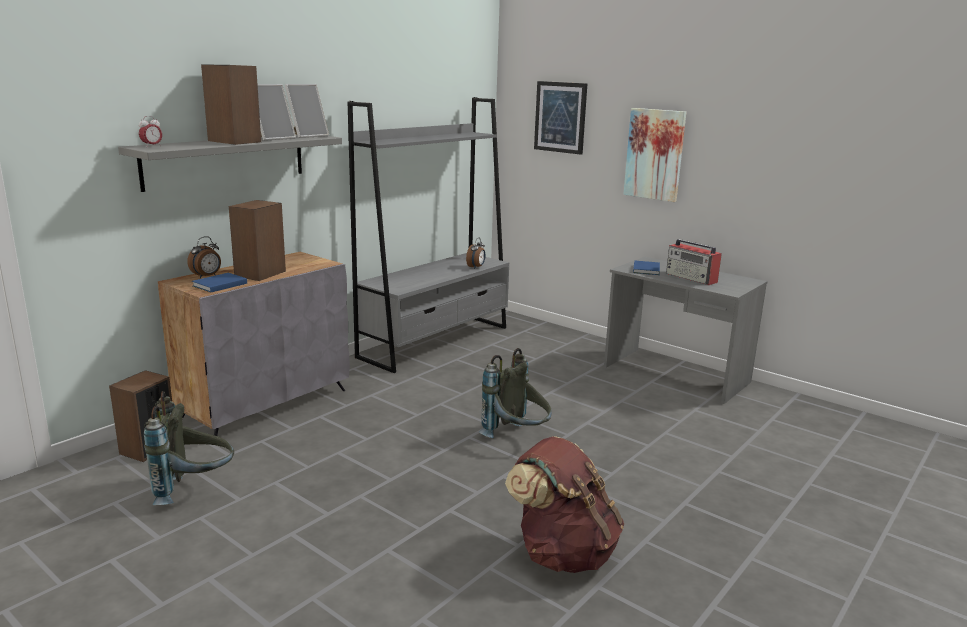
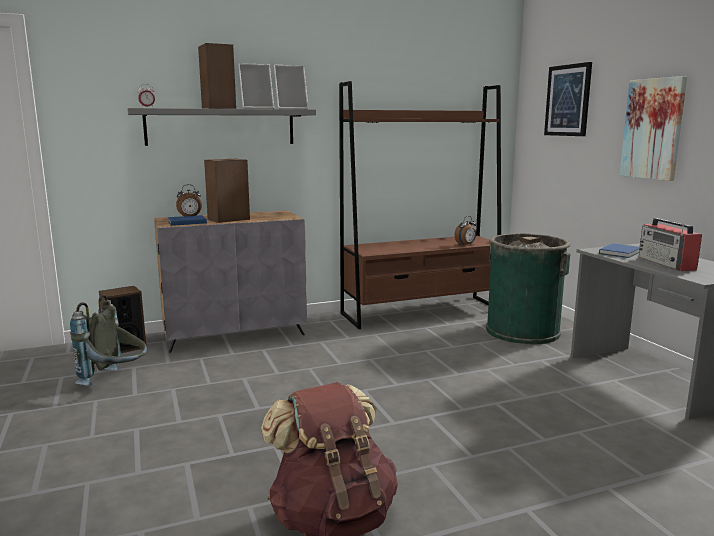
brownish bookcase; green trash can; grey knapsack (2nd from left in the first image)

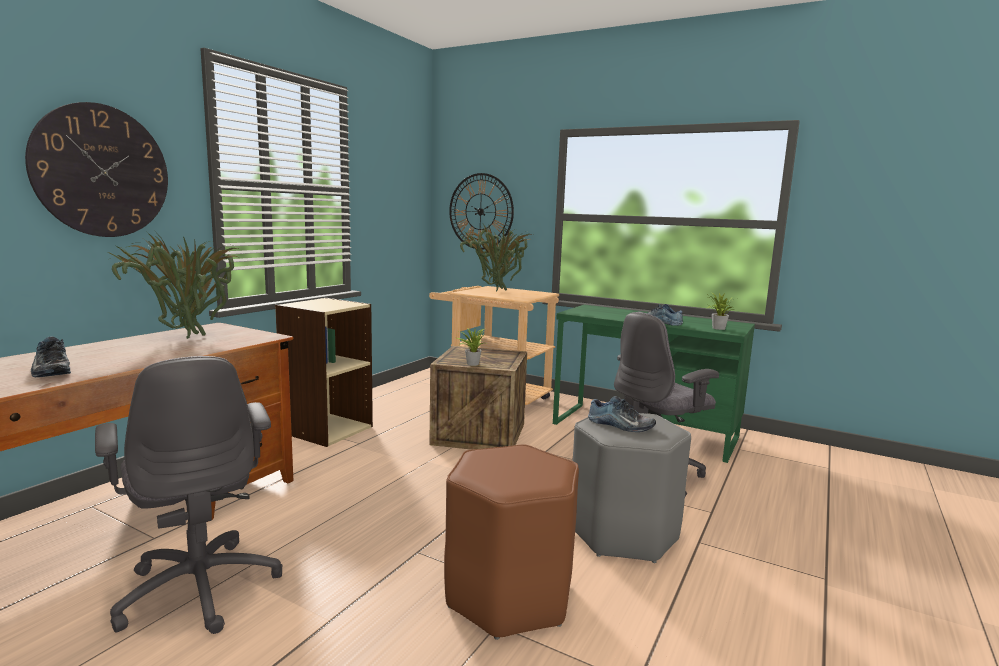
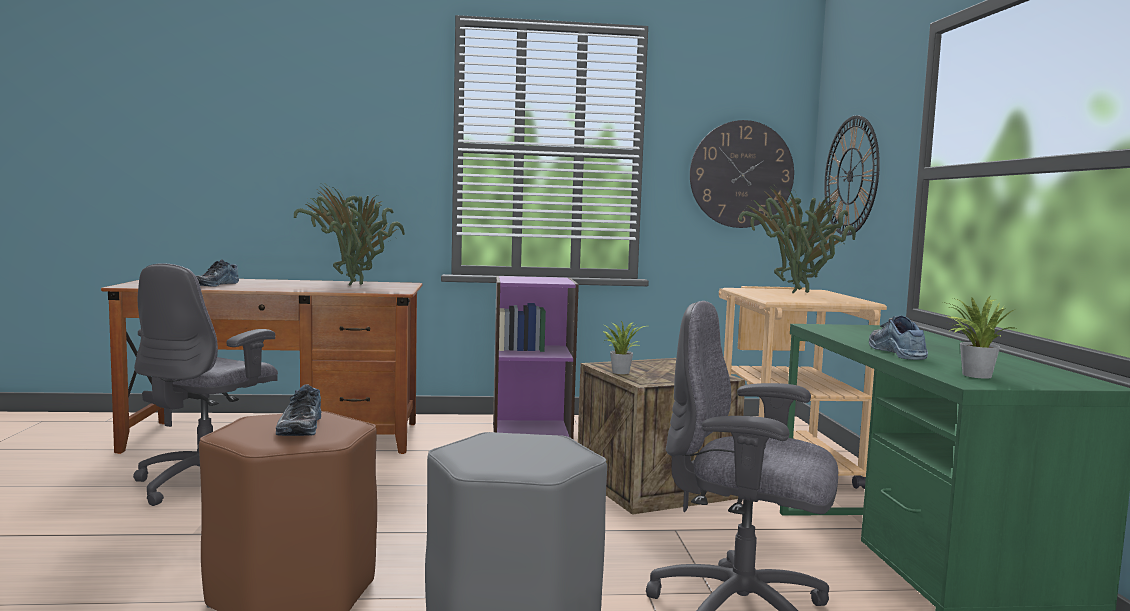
shoe (2nd from left); purple bookcase; clock on the wall (1st from left)

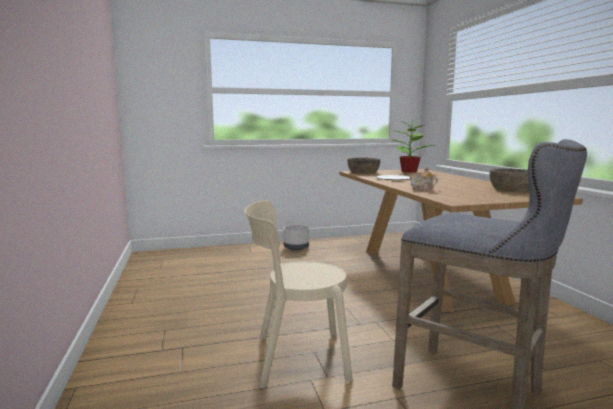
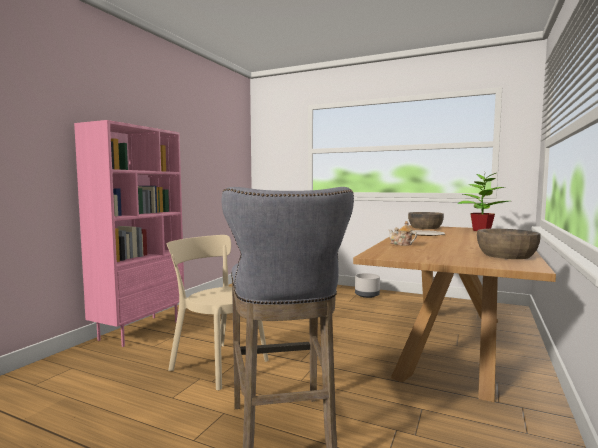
pink bookcase

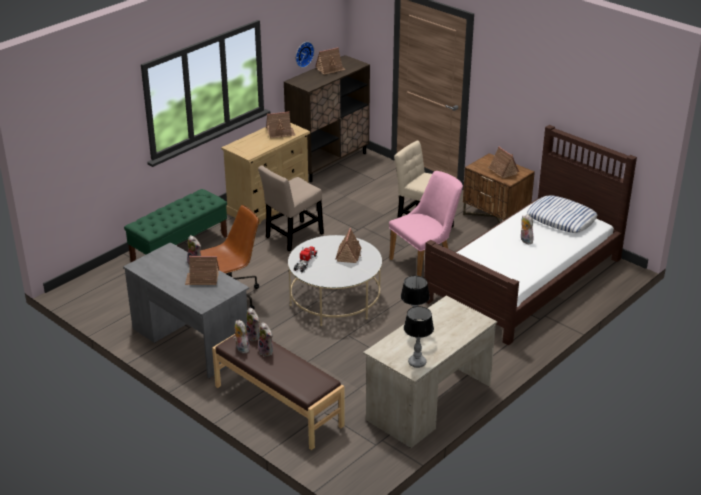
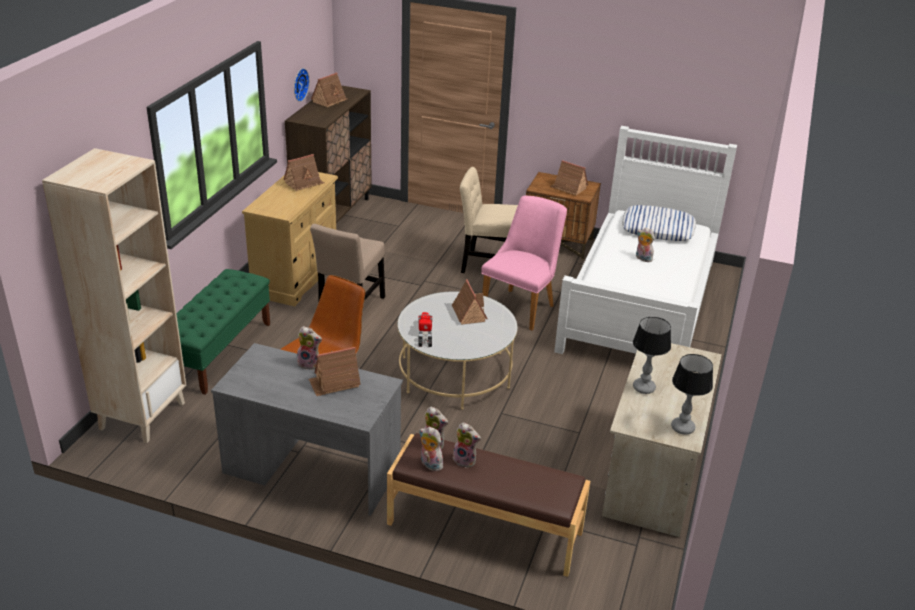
sand-coloured bookcase; whitish sleeping bed

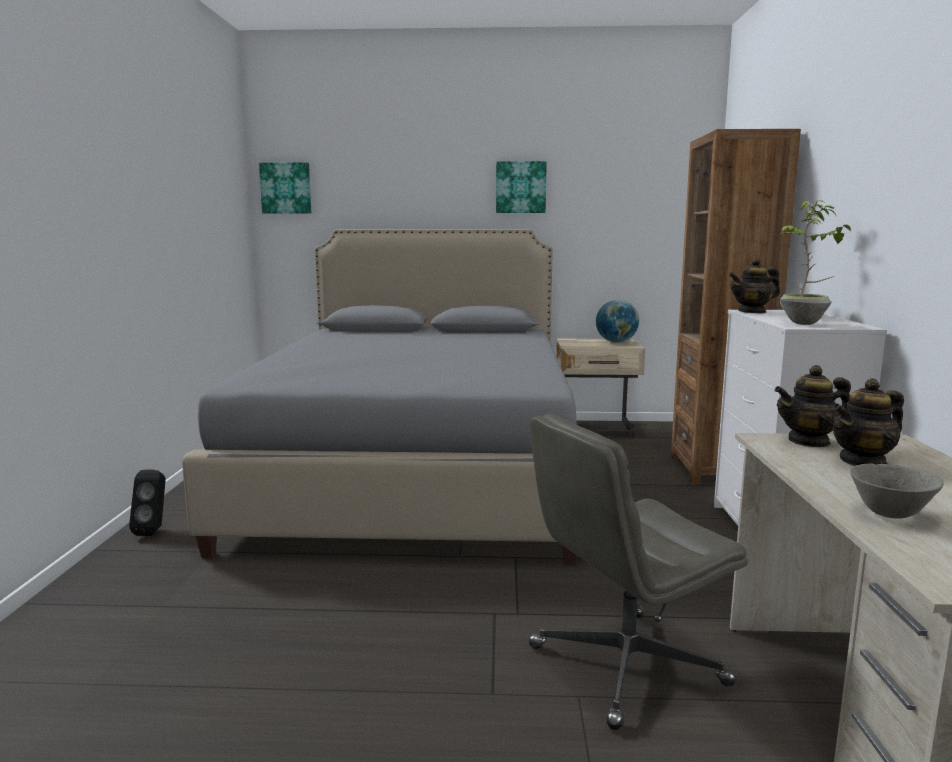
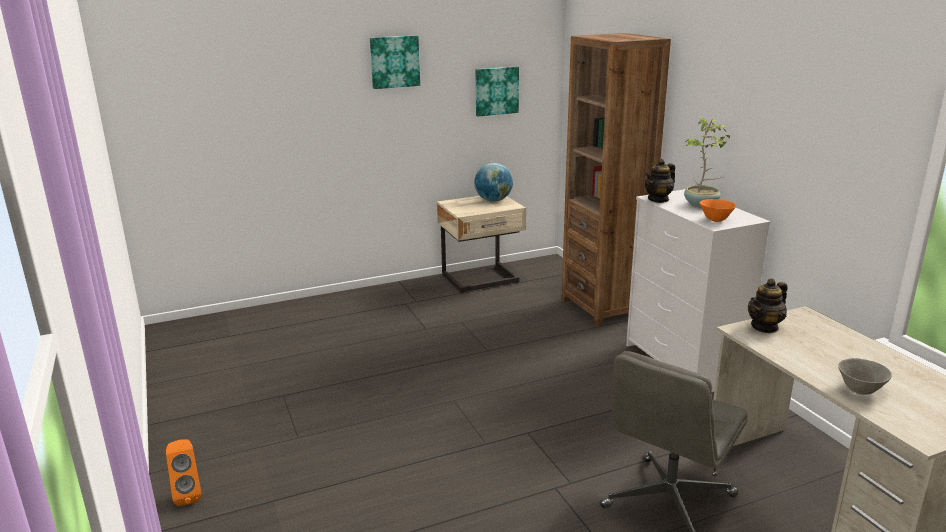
orange-coloured loudspeaker; wall picture (2nd from left); orange-coloured serving bowl; grey sleeping bed; teapot (3rd from left in the first image)

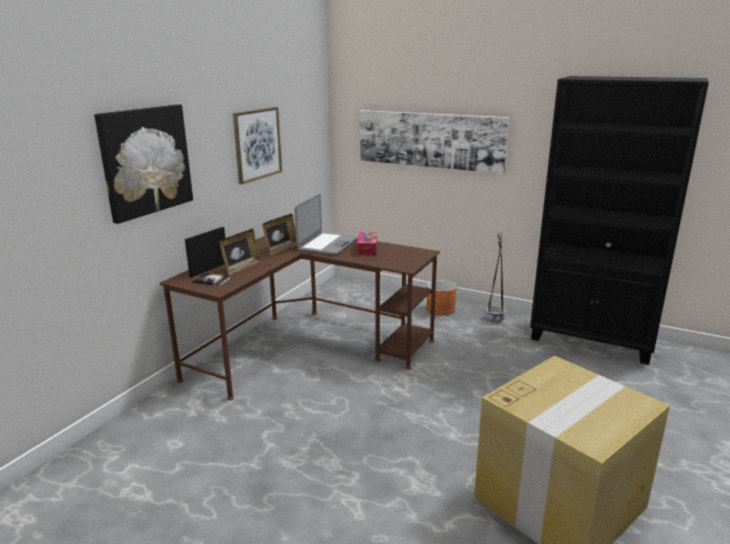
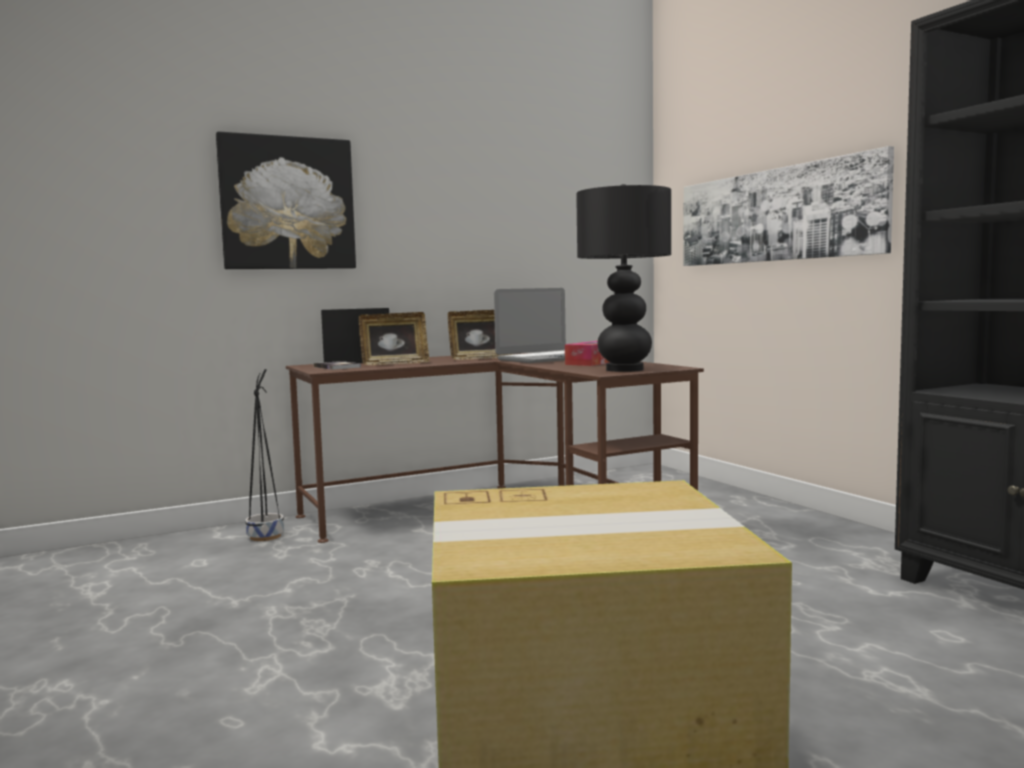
blackish flower pot; blackish table lamp; wall picture (2nd from left in the first image); orange-coloured flower pot

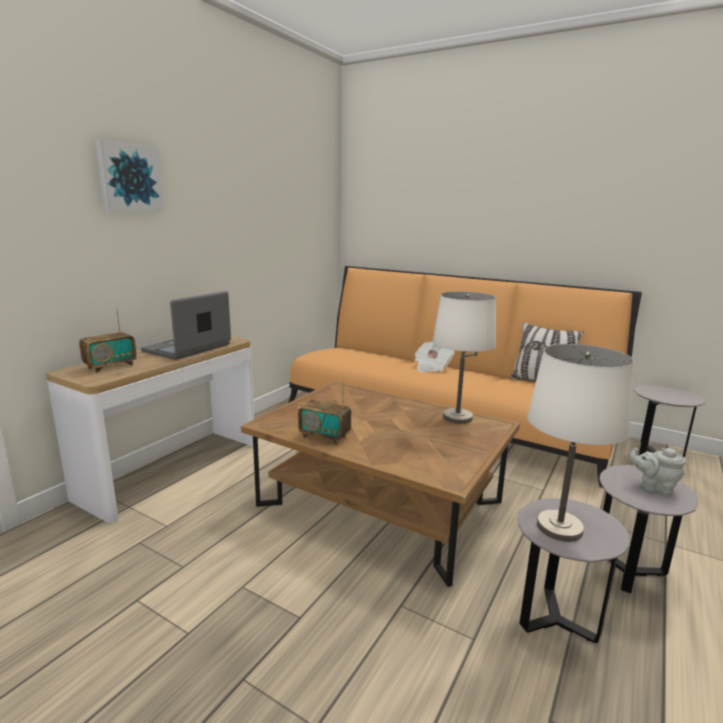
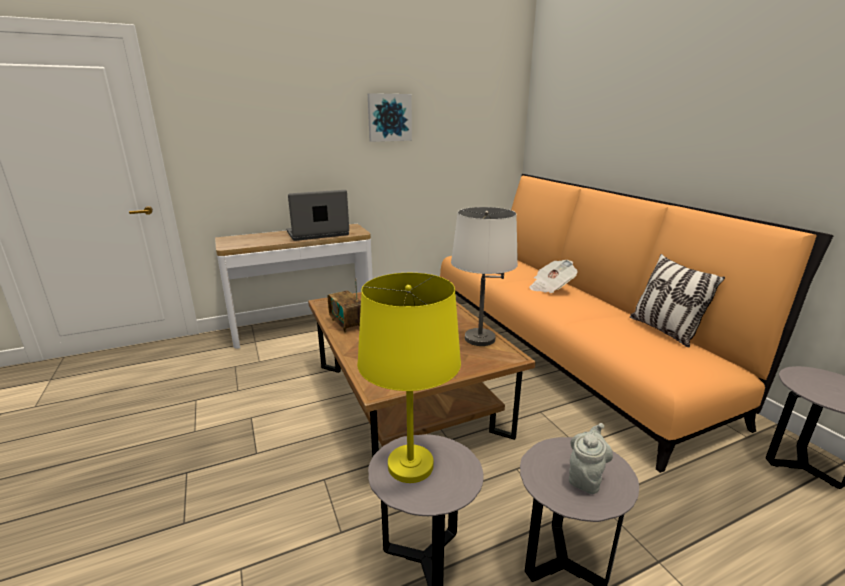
yellowish table lamp; wall picture; grey teapot; radio (1st from left in the first image)

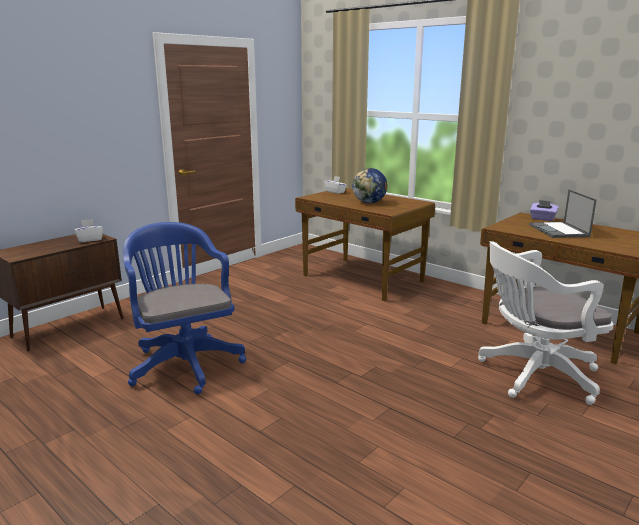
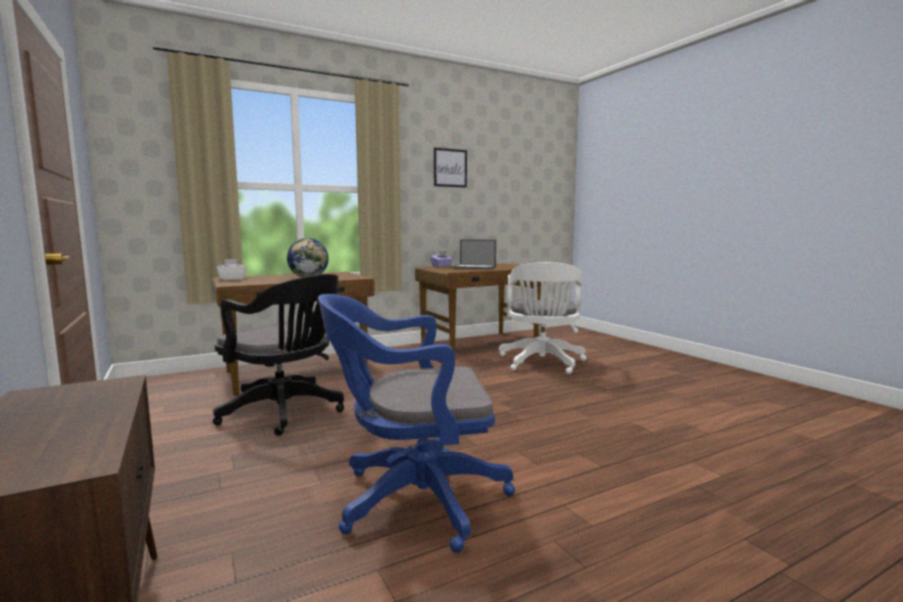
blackish computer chair; wall picture; whitish box of tissues (1st from left in the first image)

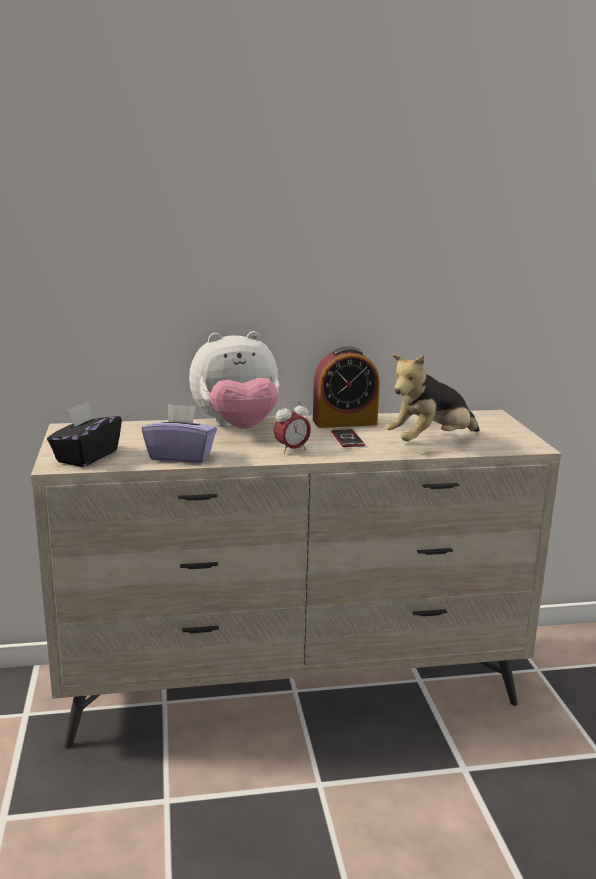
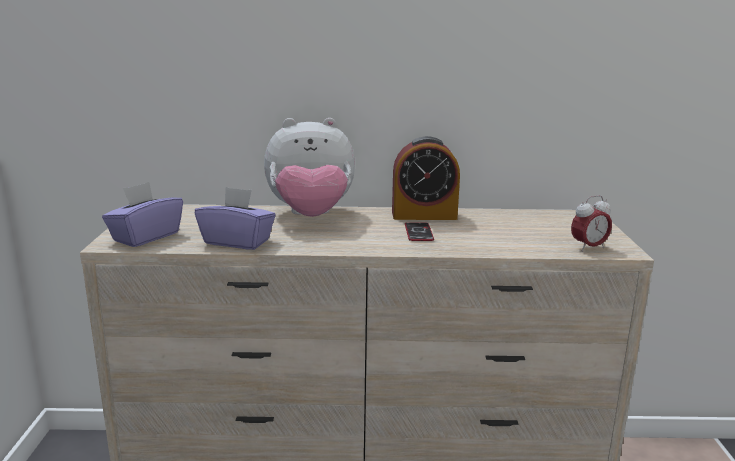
purple box of tissues (1st from left); table clock (2nd from left); soft toy (2nd from left in the first image)

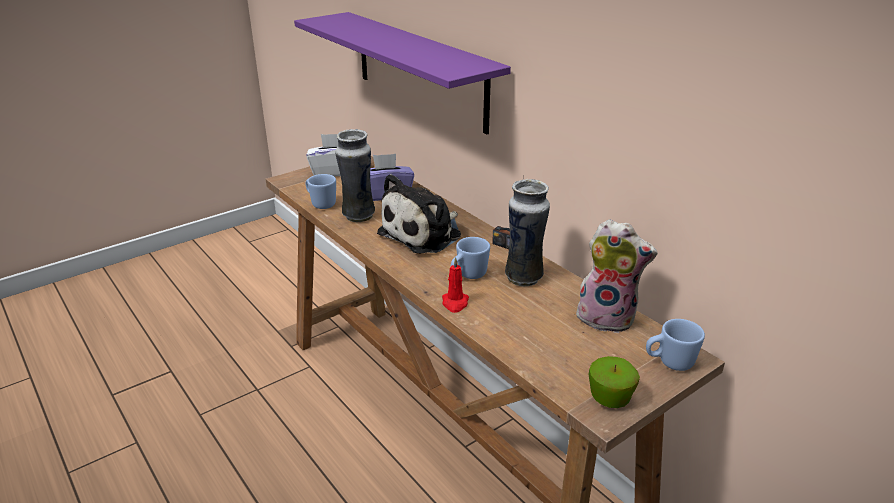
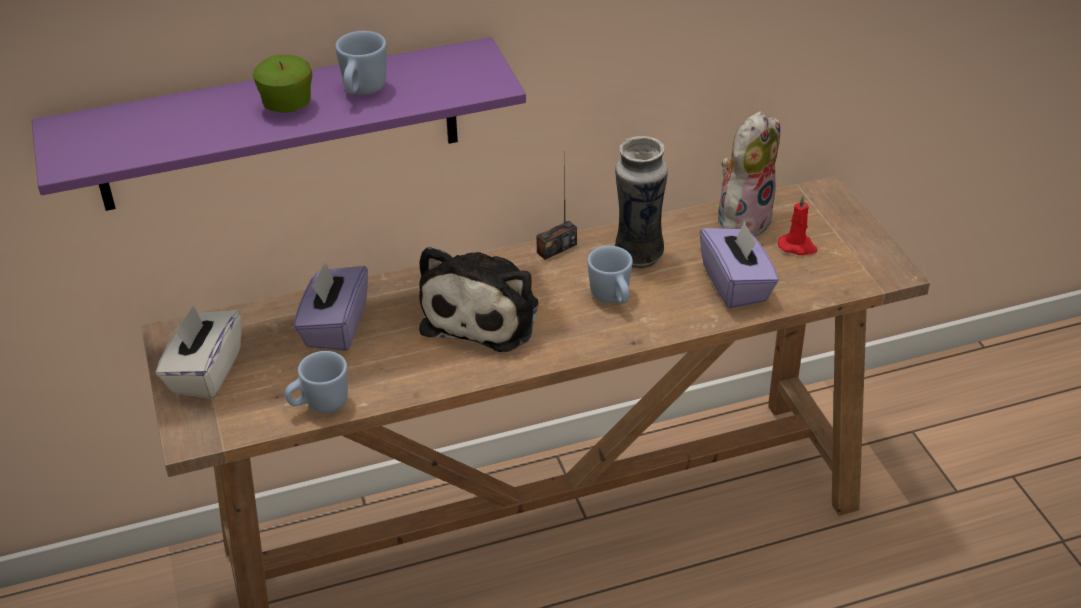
apple; blue-coloured mug (2nd from left); soft toy (1st from left); purple box of tissues (2nd from left); reddish candle; decorative vase (1st from left in the first image)

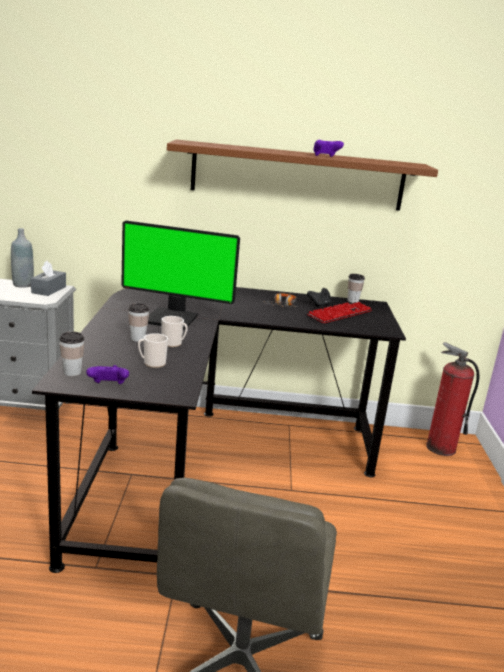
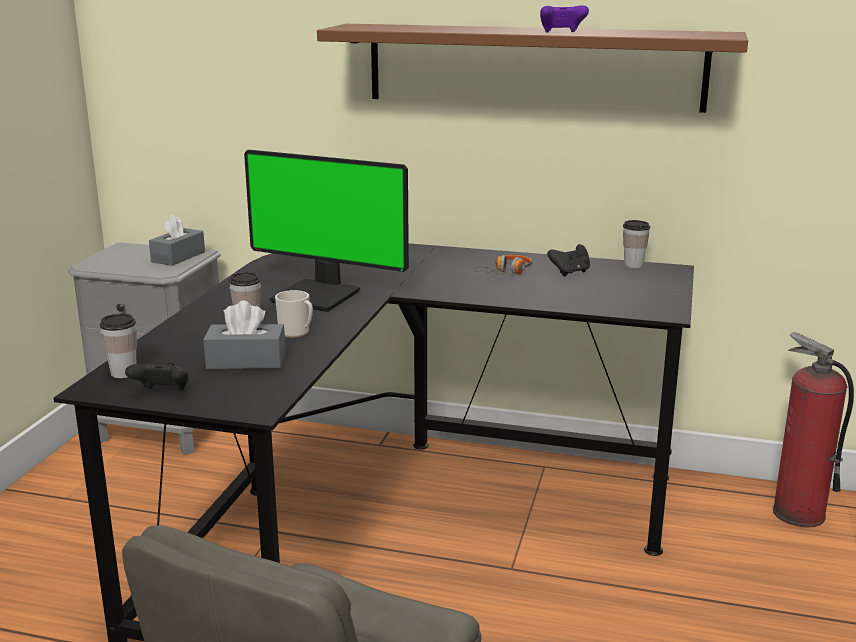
blackish joypad (1st from left); grey box of tissues (2nd from left); grey bottle; computer keyboard

